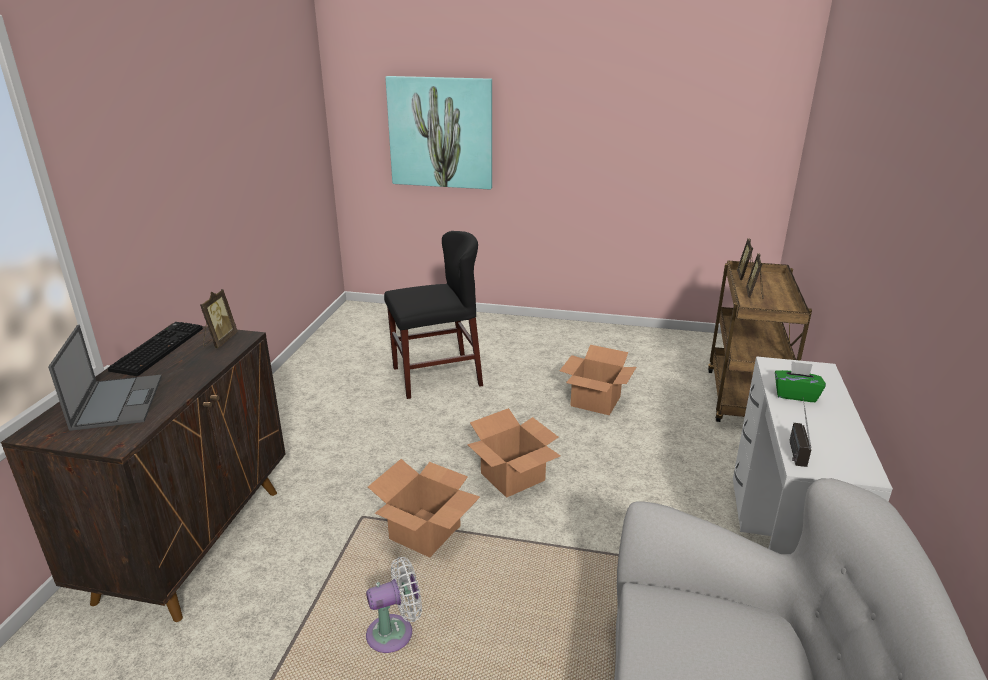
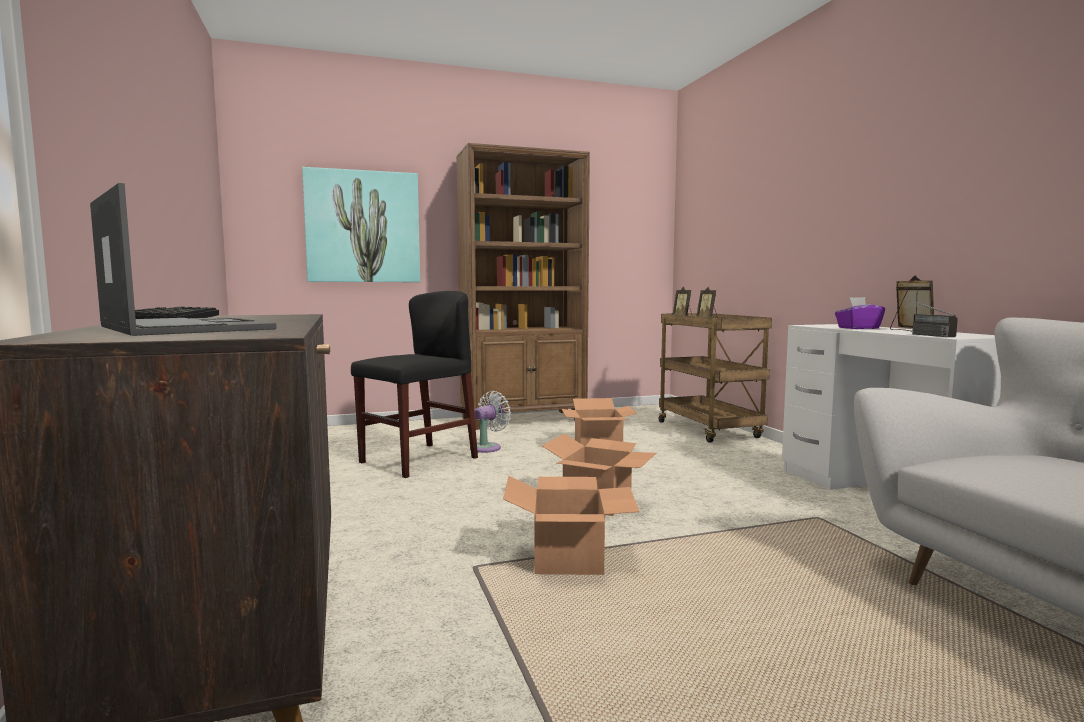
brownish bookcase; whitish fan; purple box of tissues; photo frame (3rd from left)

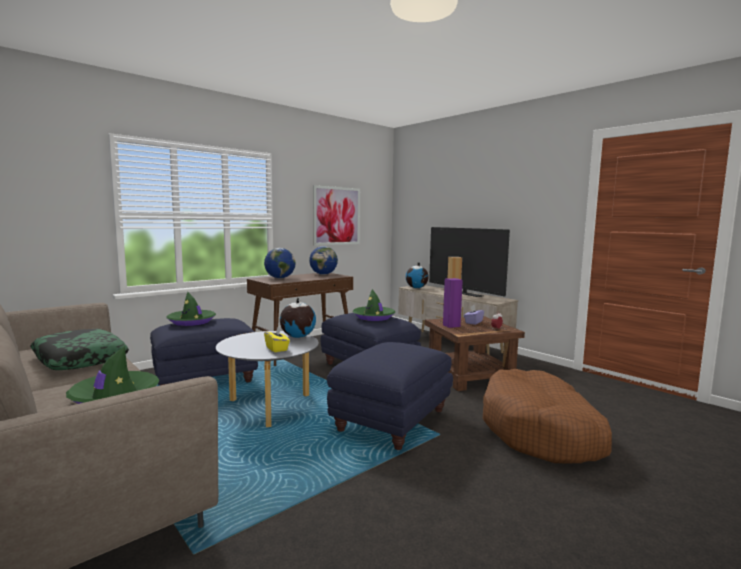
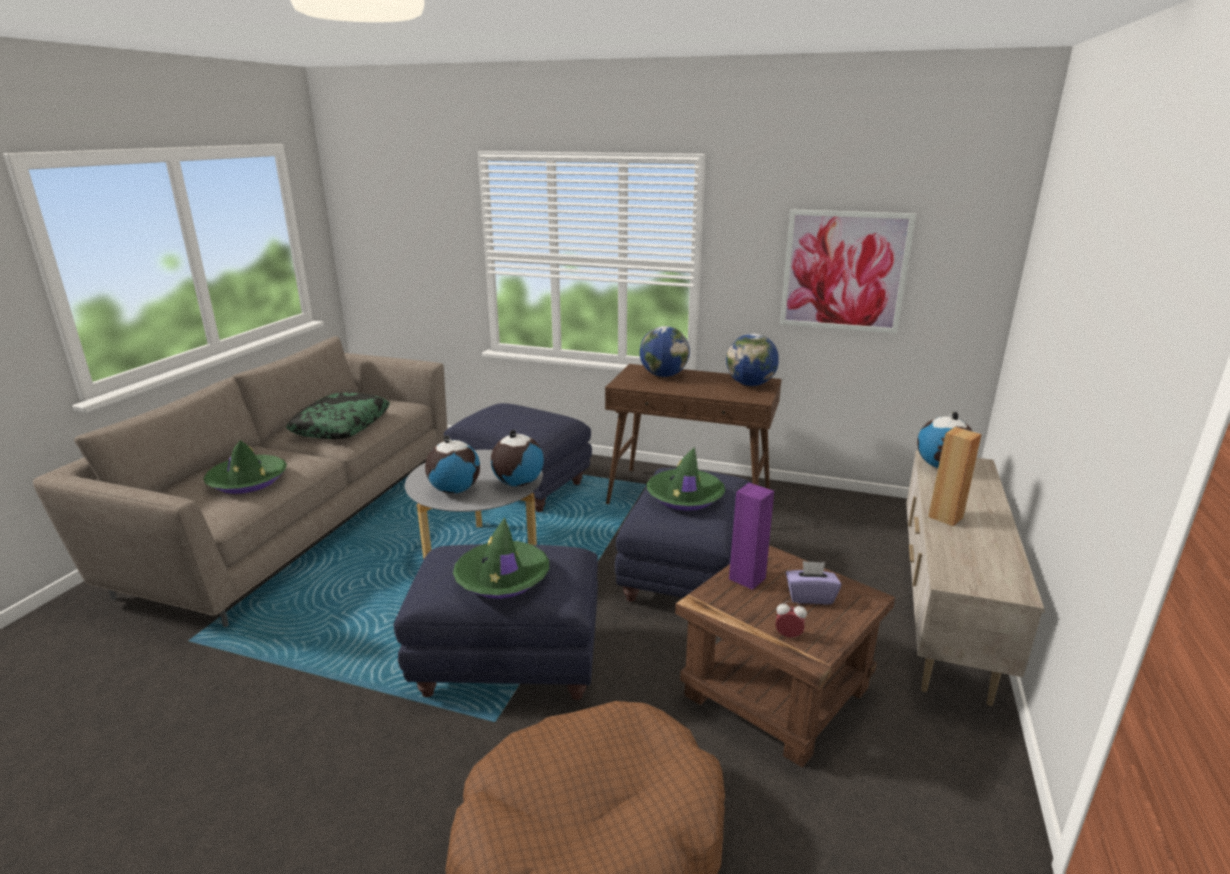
world globe (1st from left); green hat (2nd from left); TV set

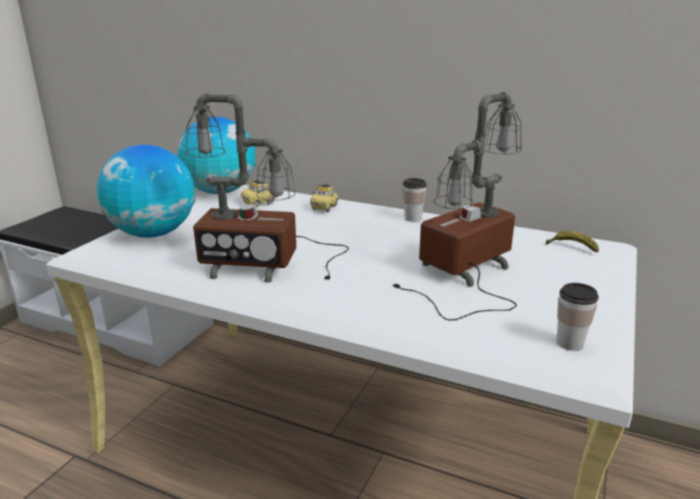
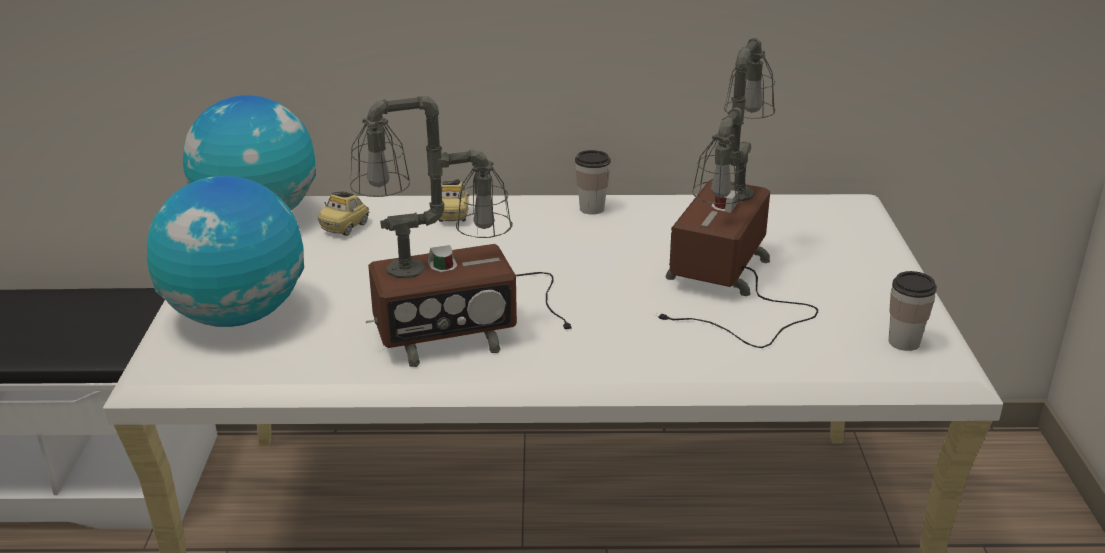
banana

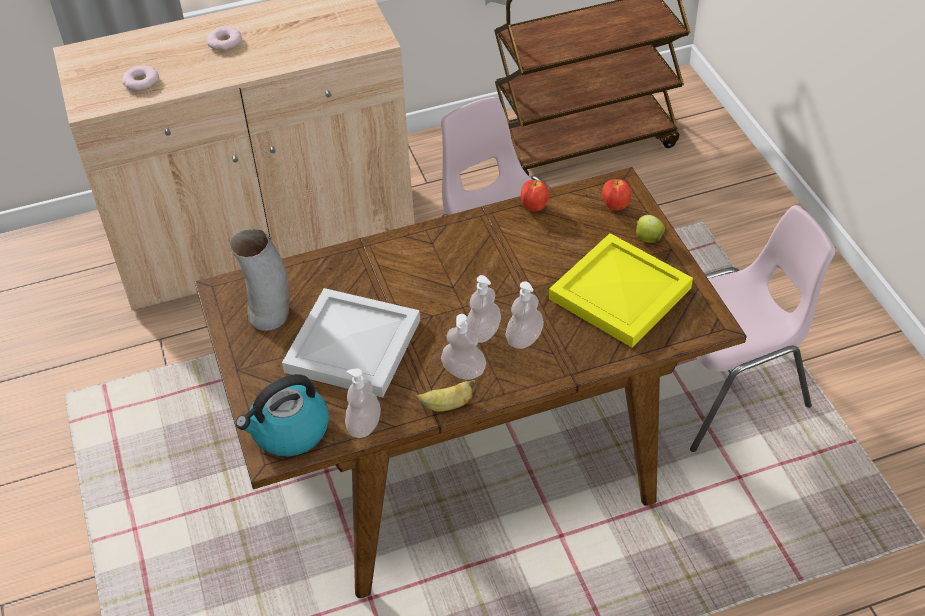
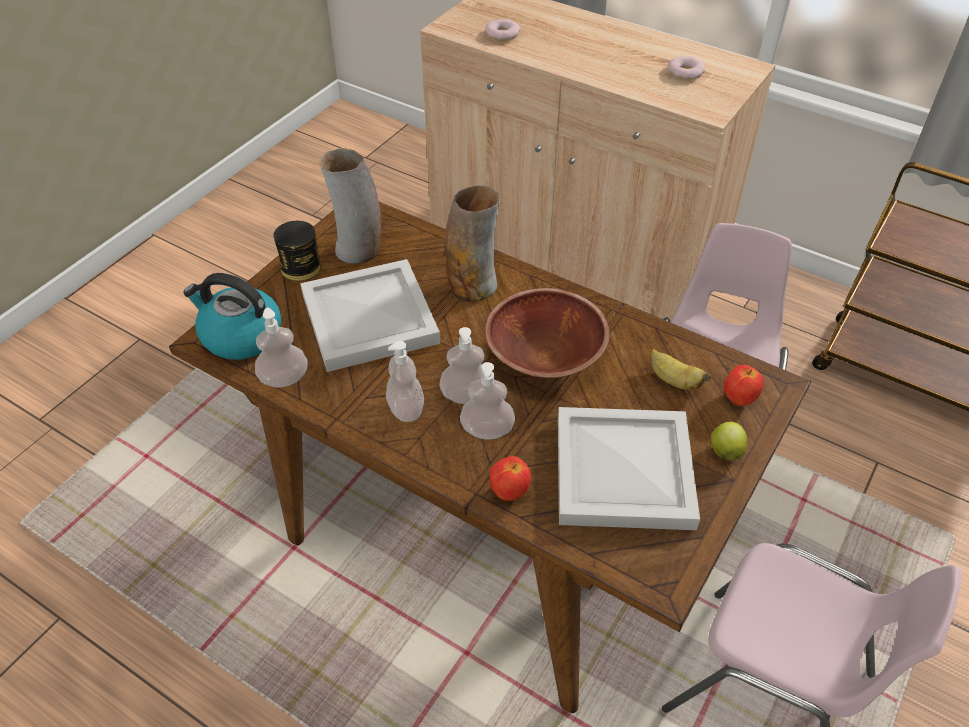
can; decorative vase (2nd from left); brownish serving bowl; apple (1st from left); whitish tray (2nd from left); banana; donut (2nd from left)

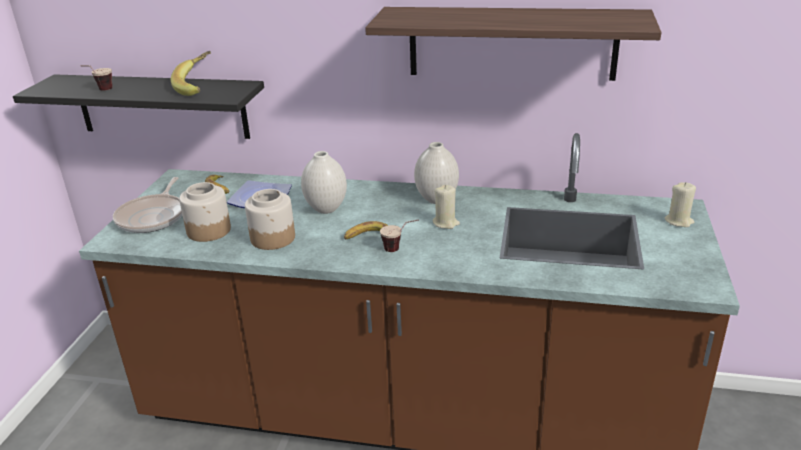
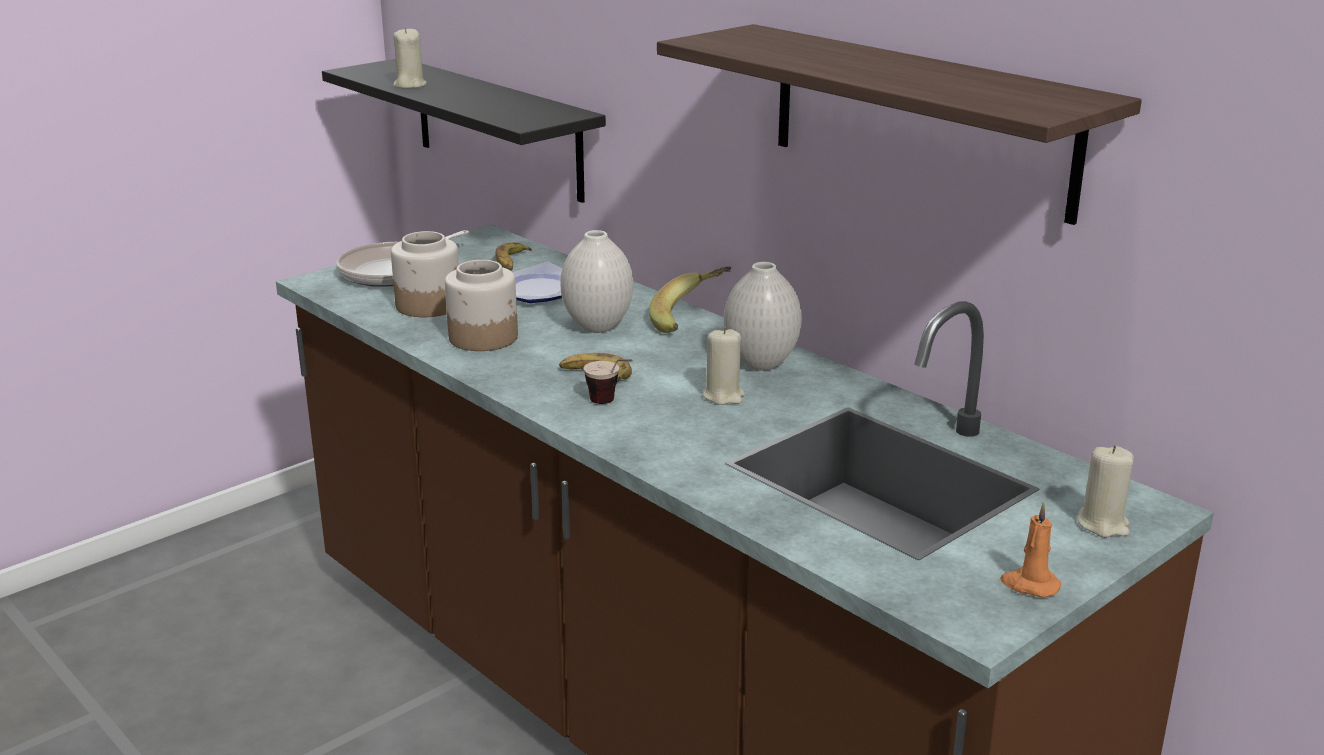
sand-coloured candle (1st from left); banana (3rd from left); orange-coloured candle

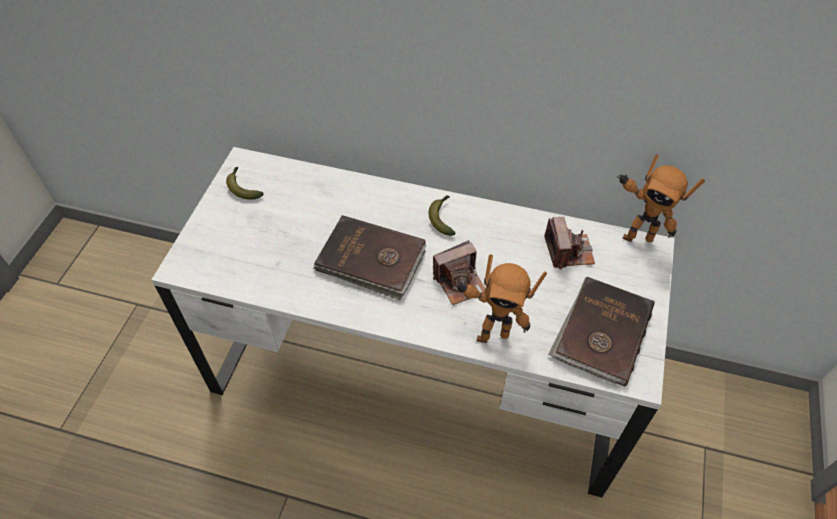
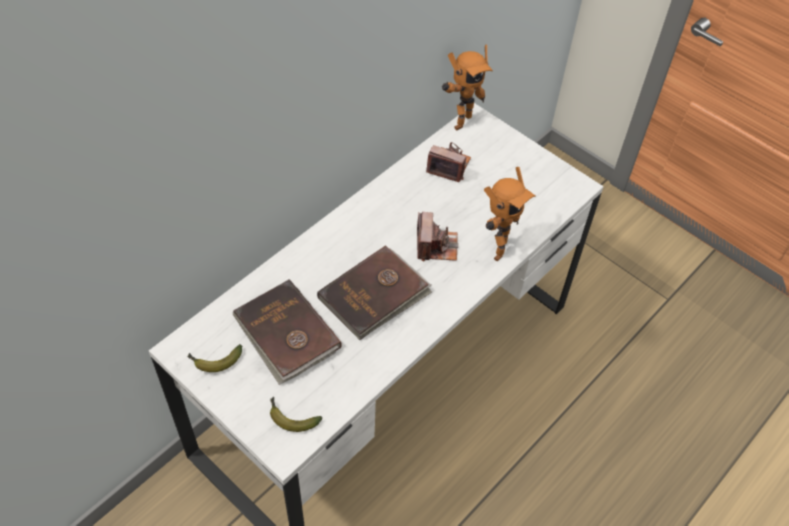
brownish bound book (1st from left); banana (2nd from left)

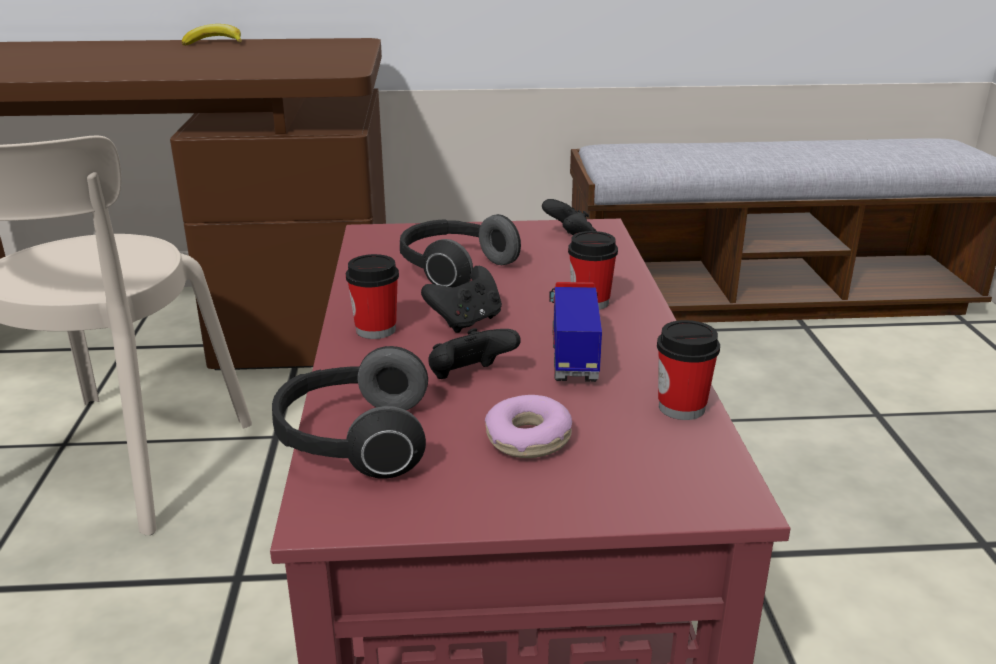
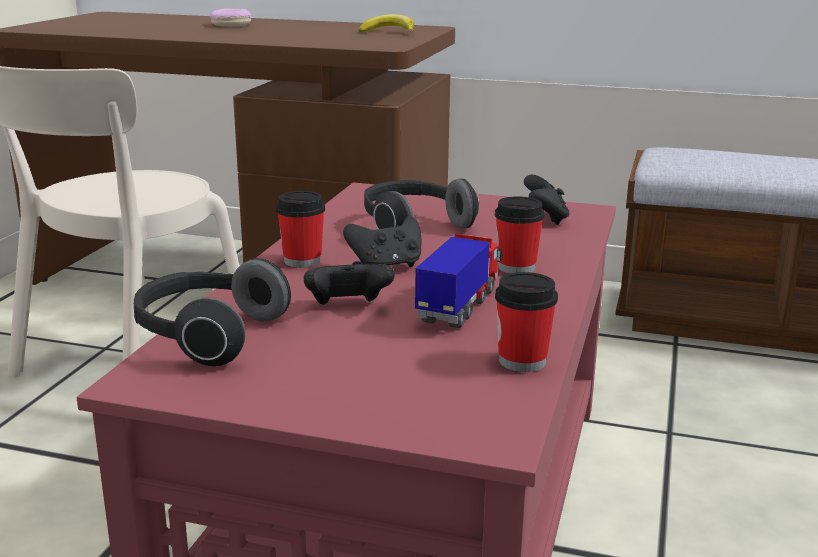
donut; banana

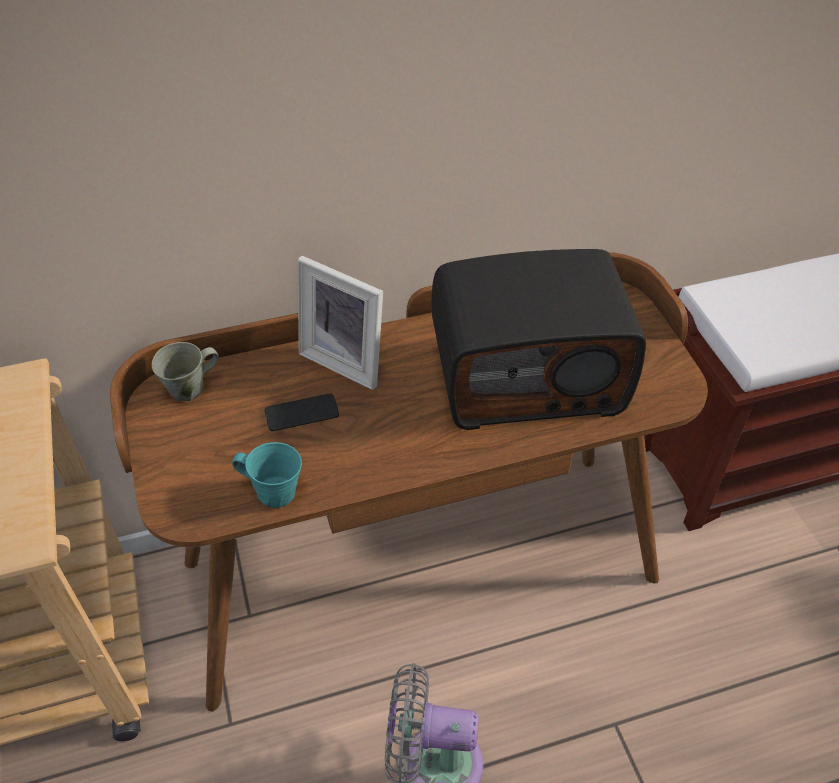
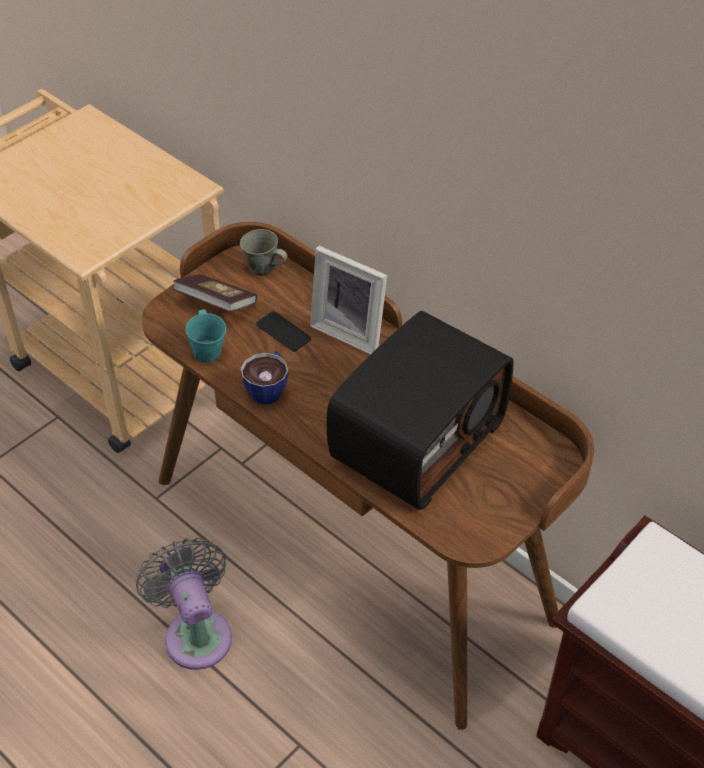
bound book; small cup; photo frame; radio

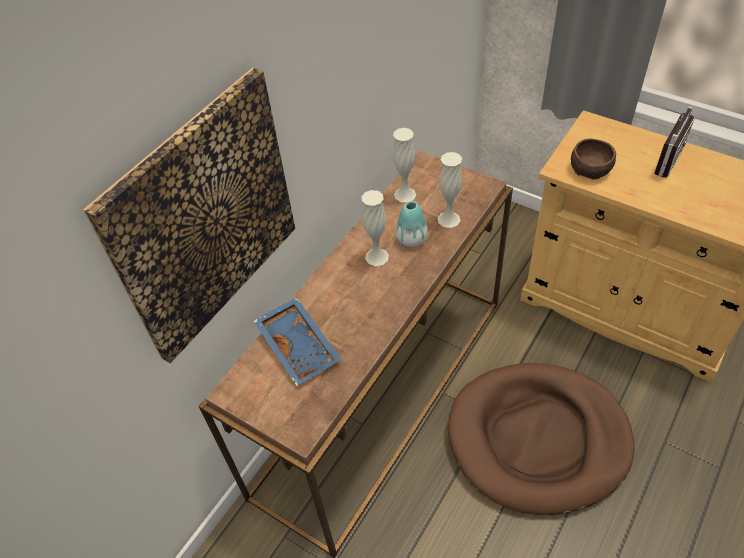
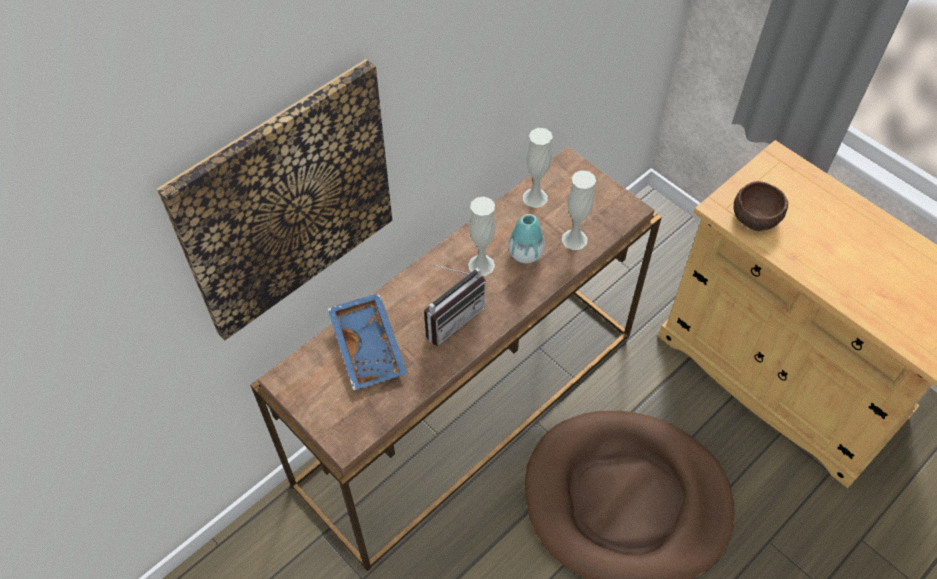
radio

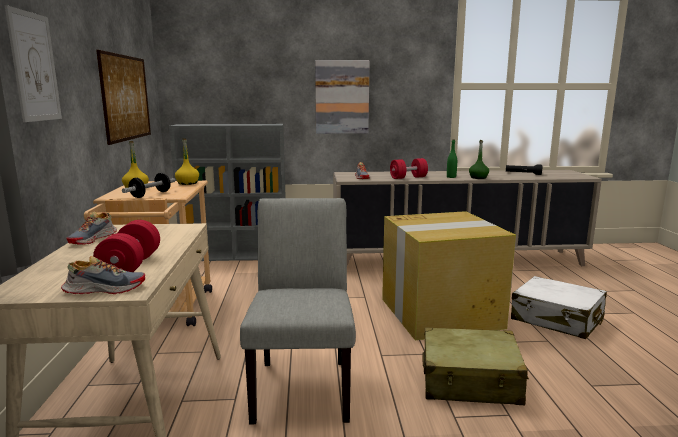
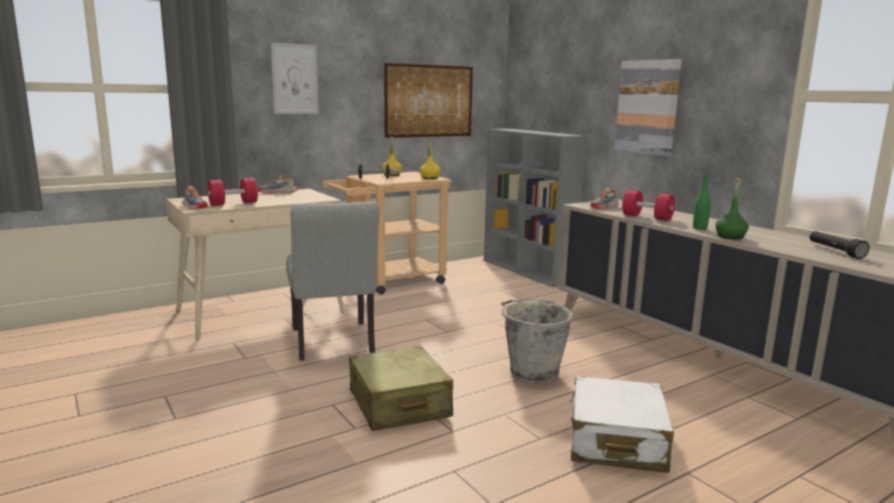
grey plain chair; grey bucket

